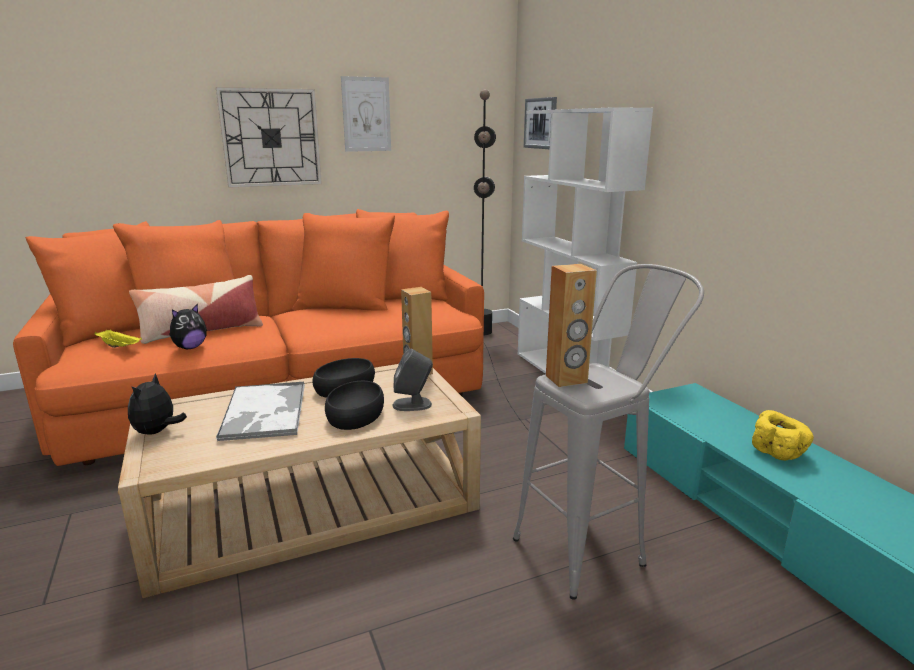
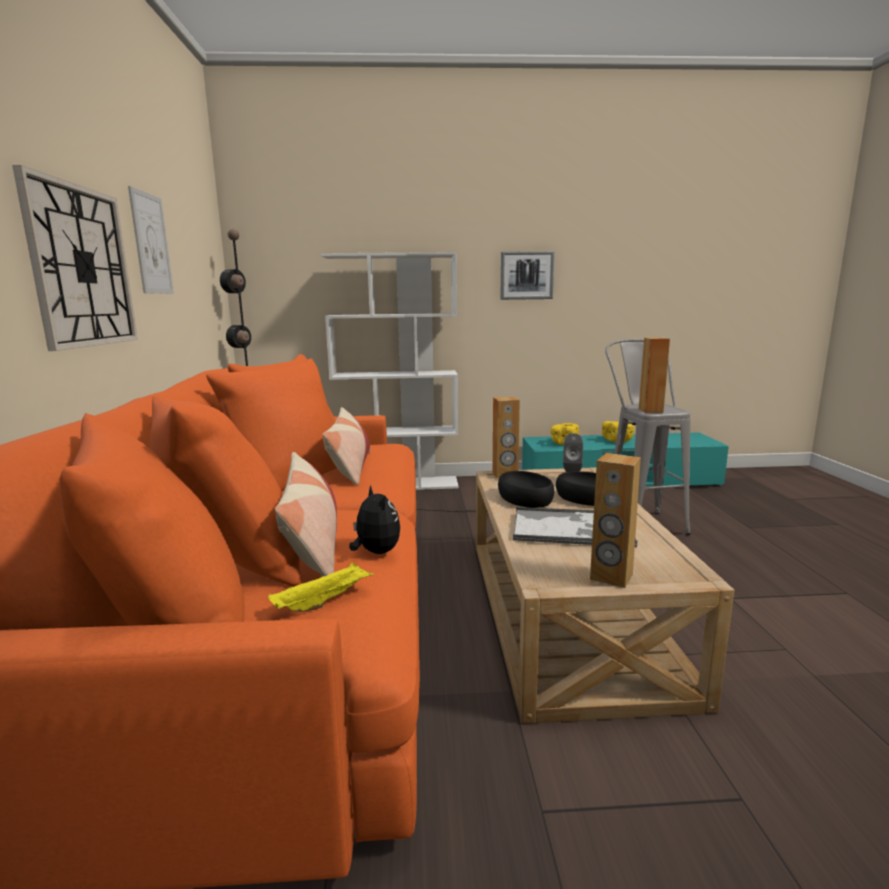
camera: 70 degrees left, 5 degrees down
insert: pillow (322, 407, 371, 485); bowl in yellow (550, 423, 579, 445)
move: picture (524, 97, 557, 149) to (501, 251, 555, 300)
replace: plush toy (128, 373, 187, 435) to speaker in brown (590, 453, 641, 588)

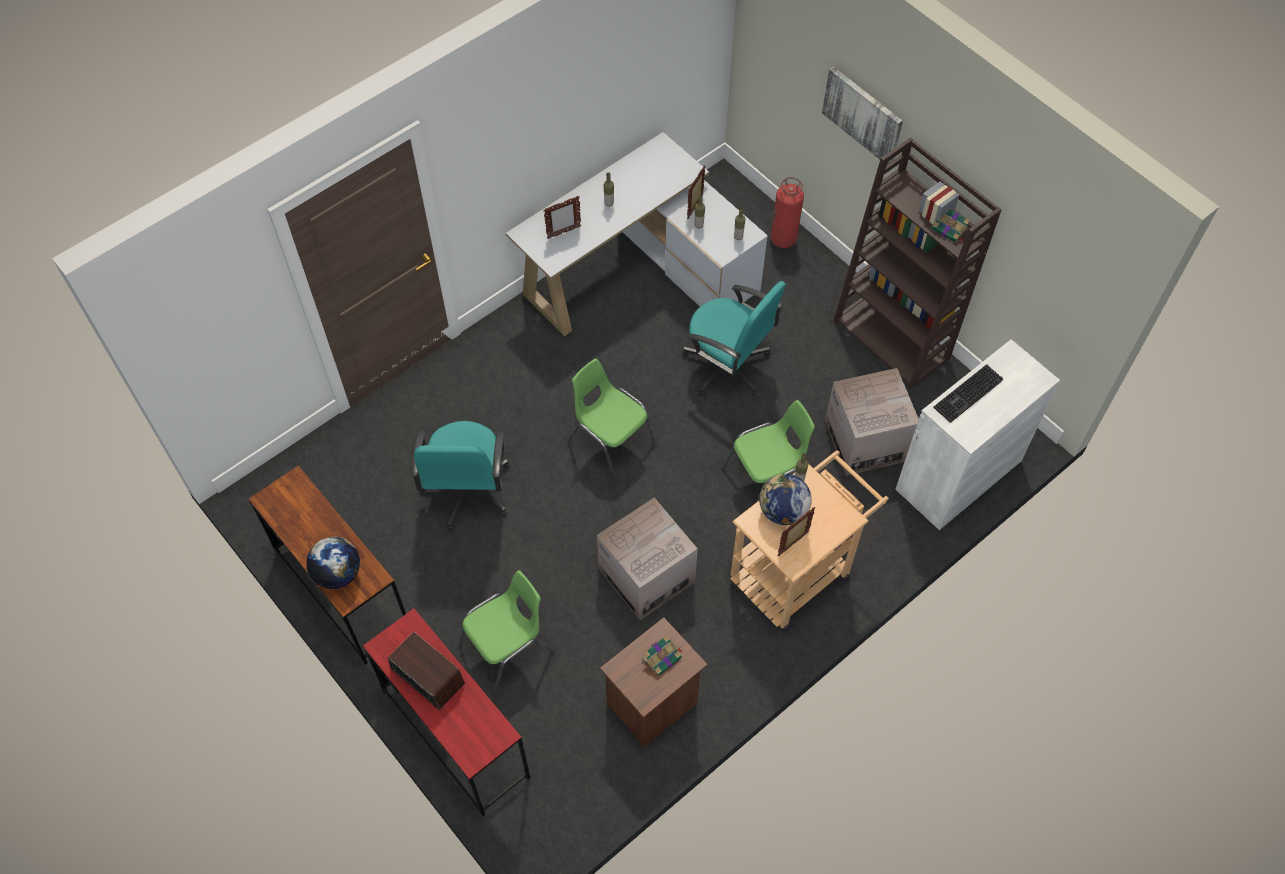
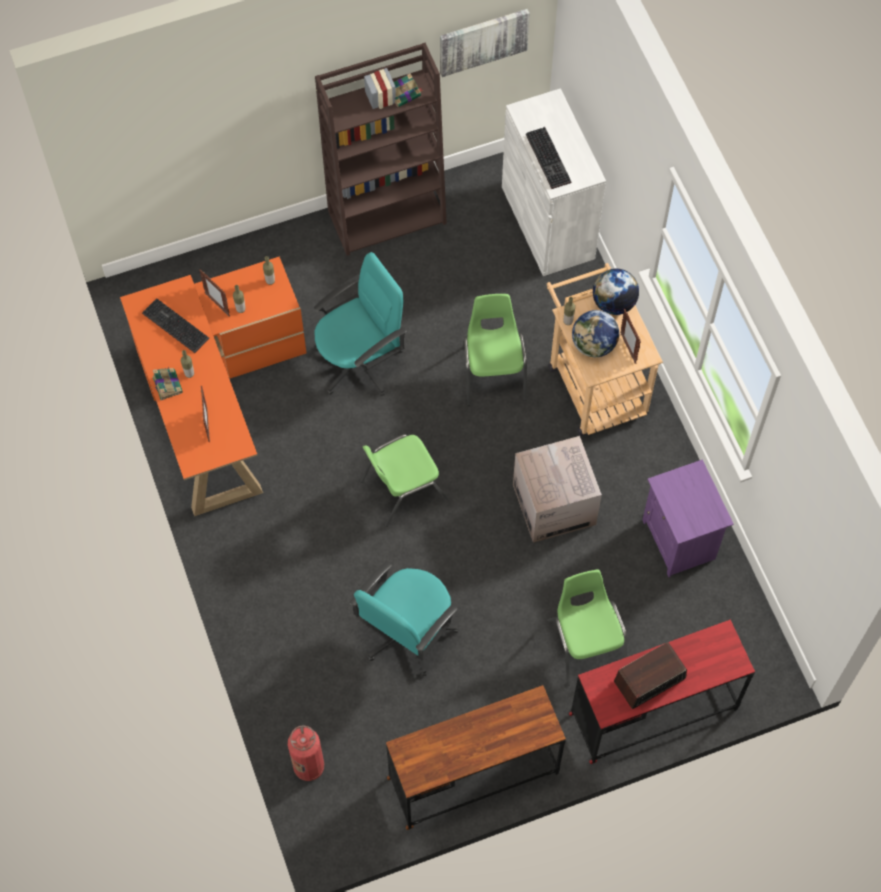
camera: 70 degrees left, 5 degrees up
delete: cardboard box (825, 368, 919, 475)
insert: keyboard (142, 298, 209, 353)
move: globe (306, 536, 360, 589) to (593, 269, 639, 315); book (641, 635, 683, 676) to (153, 367, 183, 400); fire extinguisher (771, 177, 804, 248) to (288, 725, 324, 781); picture (822, 67, 903, 164) to (440, 9, 530, 77)
recolor: desk in white (506, 132, 768, 336) to desk in orange (120, 256, 307, 516); nightstand in brown (600, 617, 708, 746) to nightstand in purple (642, 459, 734, 577)
rotate: office chair in turquoise (410, 421, 510, 531) = (350, 561, 459, 676) 105 degrees clockwise

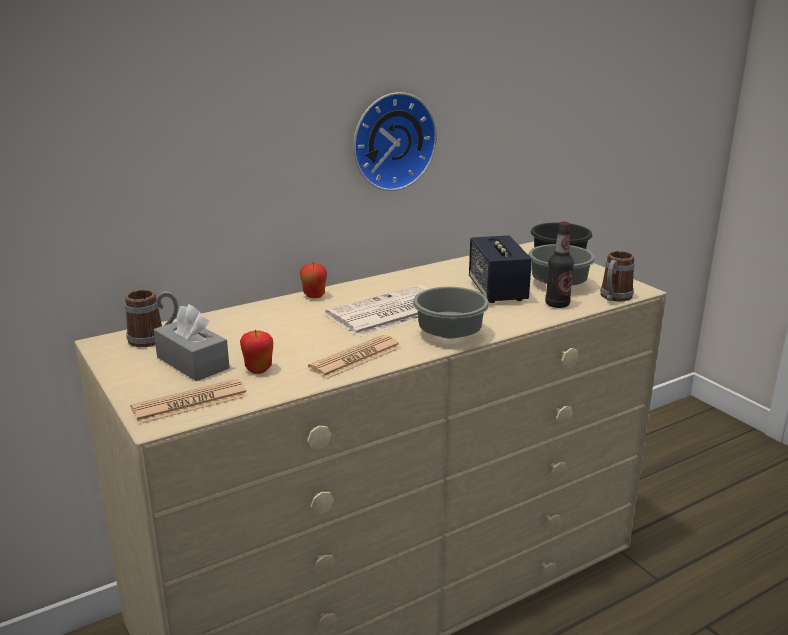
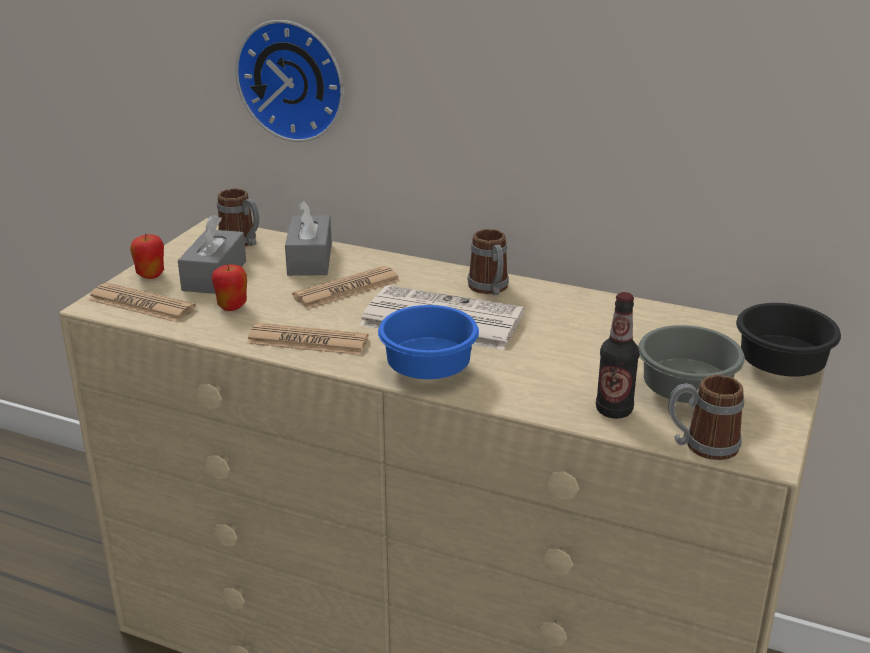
camera: 55 degrees right, 5 degrees up
delete: speaker (469, 235, 532, 303)
insert: tissue box in grey (285, 200, 332, 276); newspaper (292, 266, 400, 309); mug (468, 229, 509, 295)
move: apple (300, 262, 327, 298) to (130, 233, 164, 279); wall clock (353, 92, 437, 191) to (235, 20, 343, 142)
recolor: bowl in grey (413, 287, 489, 339) to bowl in blue (378, 305, 479, 379)

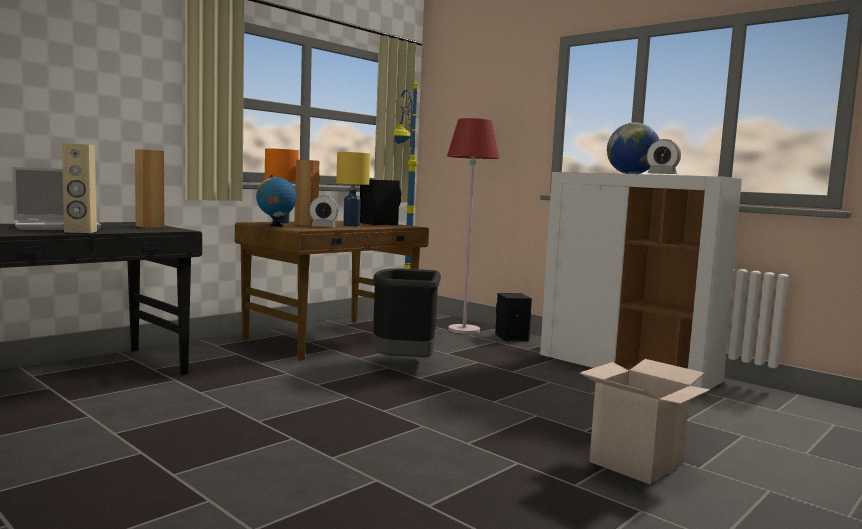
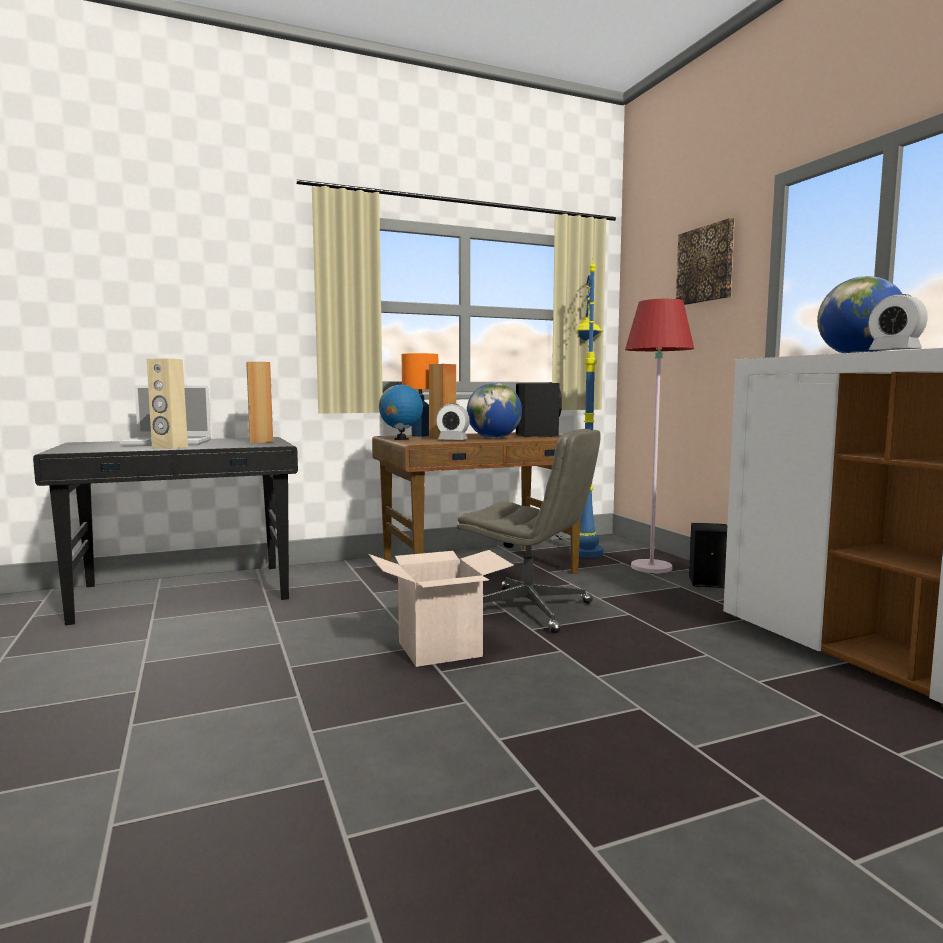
camera: 25 degrees right, 0 degrees up
insert: picture (676, 218, 735, 305)
move: cardboard box (580, 359, 710, 484) to (368, 550, 514, 667)
replace: table lamp in yellow (336, 152, 370, 227) to globe (467, 383, 522, 438); trash can in black (373, 268, 441, 358) to office chair in grey (457, 429, 601, 633)

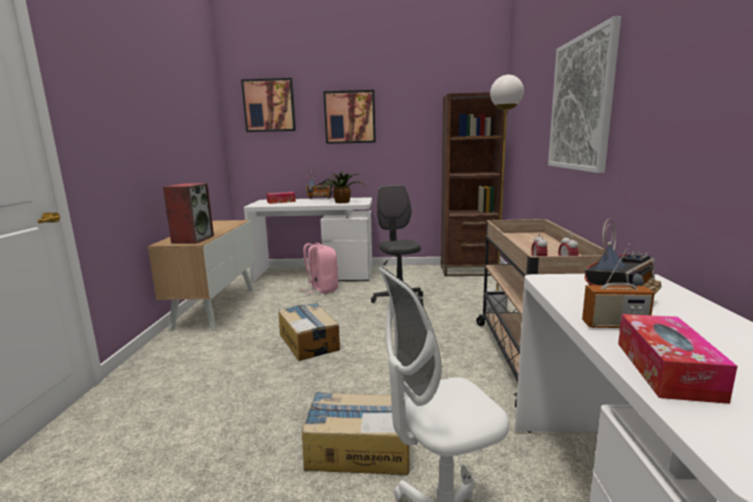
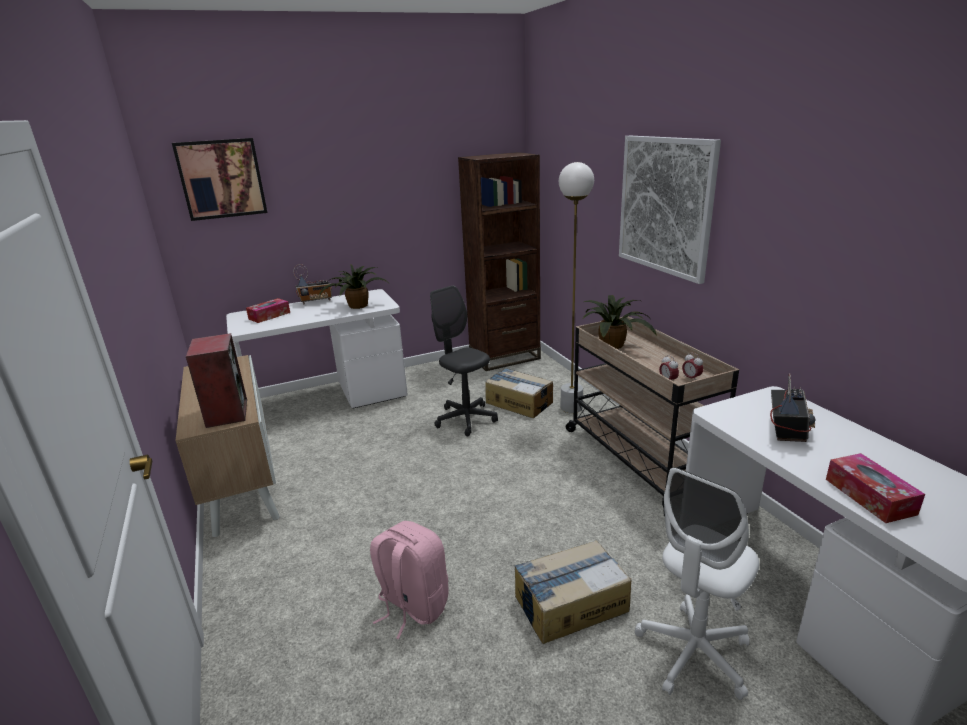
camera: 25 degrees left, 10 degrees up
delete: picture (323, 90, 376, 144); radio (582, 243, 655, 328)
insert: potted plant (583, 295, 657, 349)
move: cardboard box (279, 303, 340, 361) to (485, 368, 553, 418); backpack in pink (301, 243, 338, 294) to (370, 521, 449, 639)

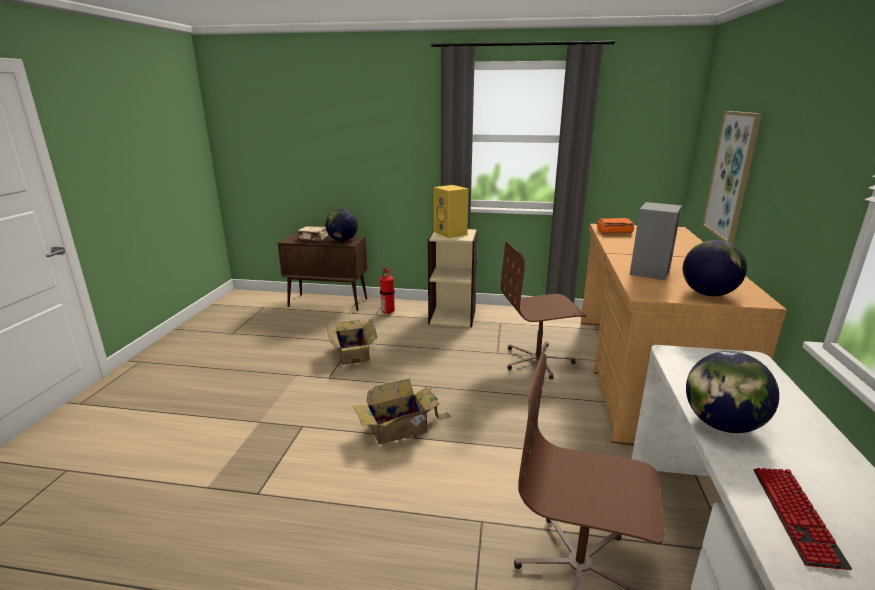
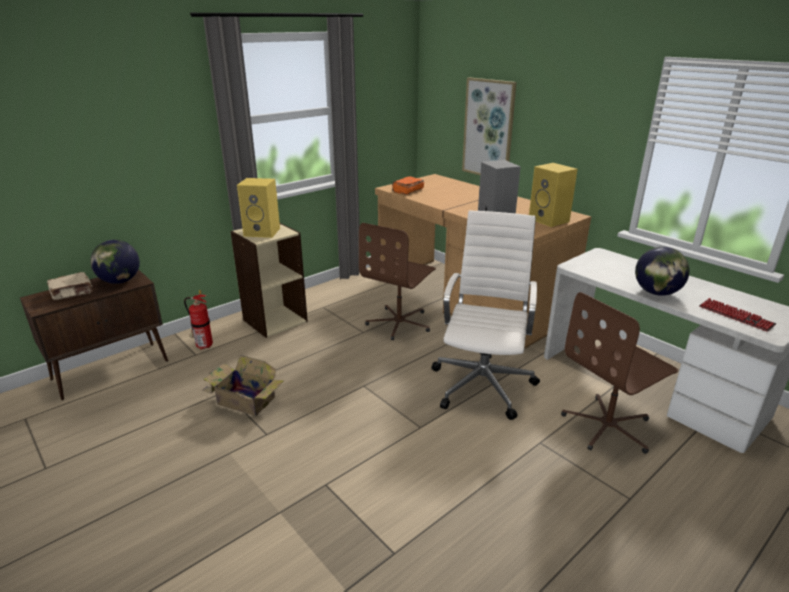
camera: 50 degrees left, 5 degrees up
delete: cardboard box (354, 379, 451, 445)
insert: office chair in white (431, 210, 540, 420)
replace: globe (683, 240, 747, 296) to speaker in yellow (529, 163, 578, 227)

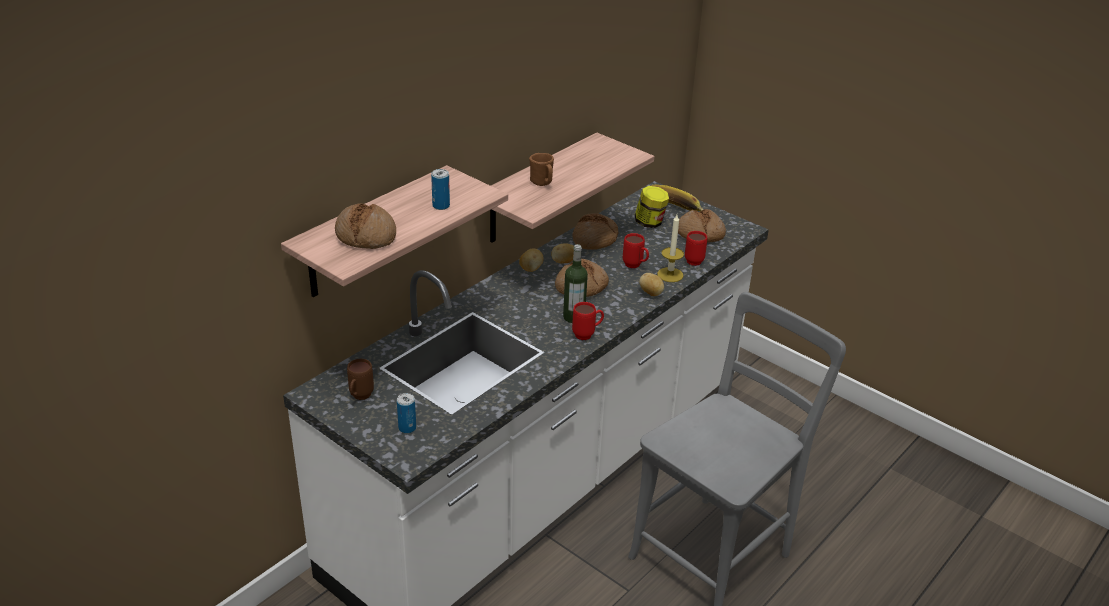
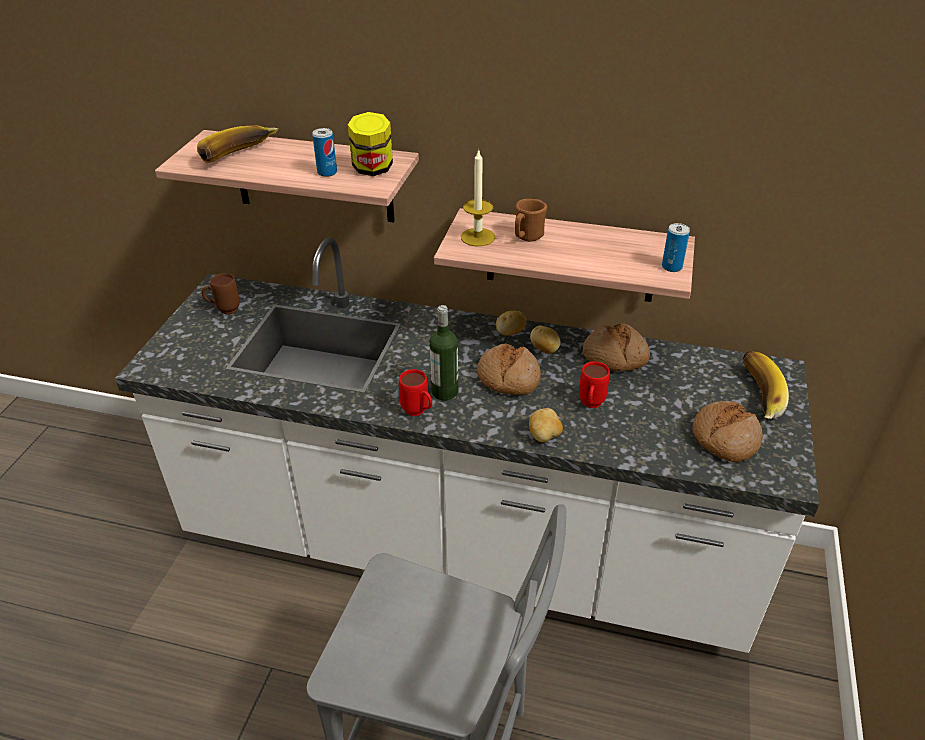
camera: 65 degrees right, 5 degrees up
delete: mug in red (685, 231, 707, 266)
move: can (397, 393, 416, 433) to (662, 223, 690, 272); jar (635, 186, 669, 228) to (348, 112, 393, 176); candle (657, 215, 684, 282) to (461, 149, 495, 246)
replace: bread (335, 203, 396, 249) to banana (197, 125, 278, 163)

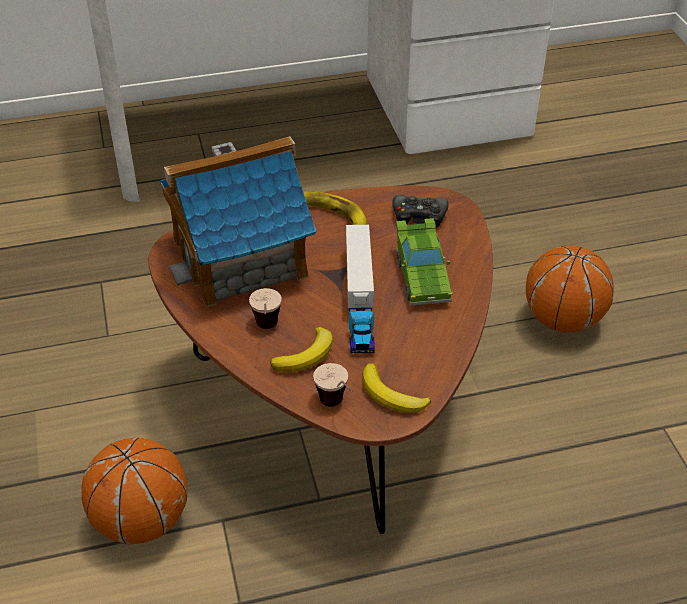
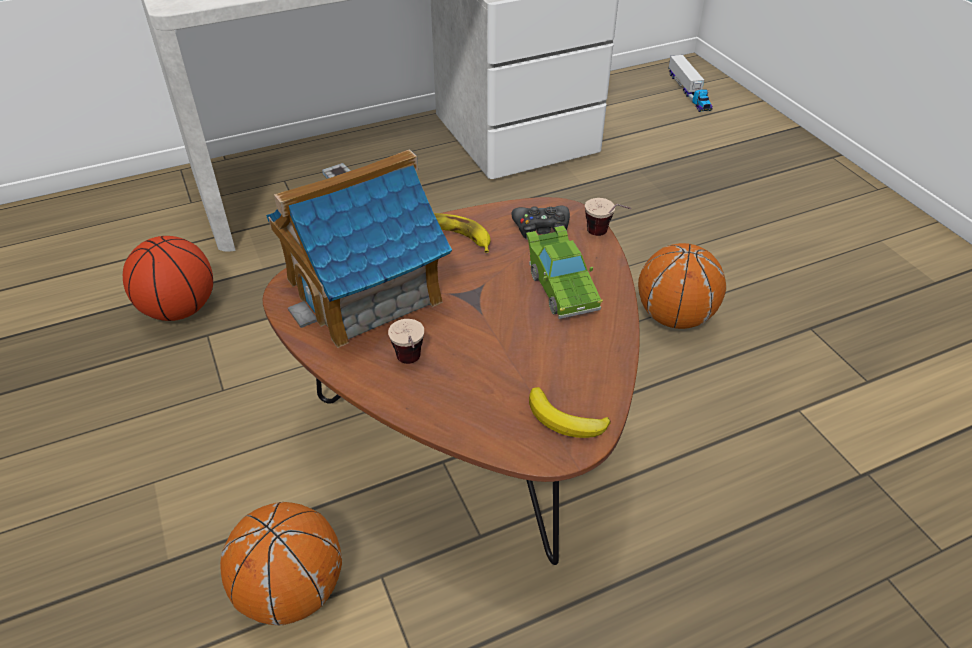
camera: 10 degrees left, 0 degrees up
delete: banana (270, 327, 333, 372)
insert: basketball (123, 236, 213, 321)
move: cup (313, 363, 353, 407) to (585, 198, 631, 236); toy truck (346, 224, 375, 353) to (669, 55, 712, 112)

